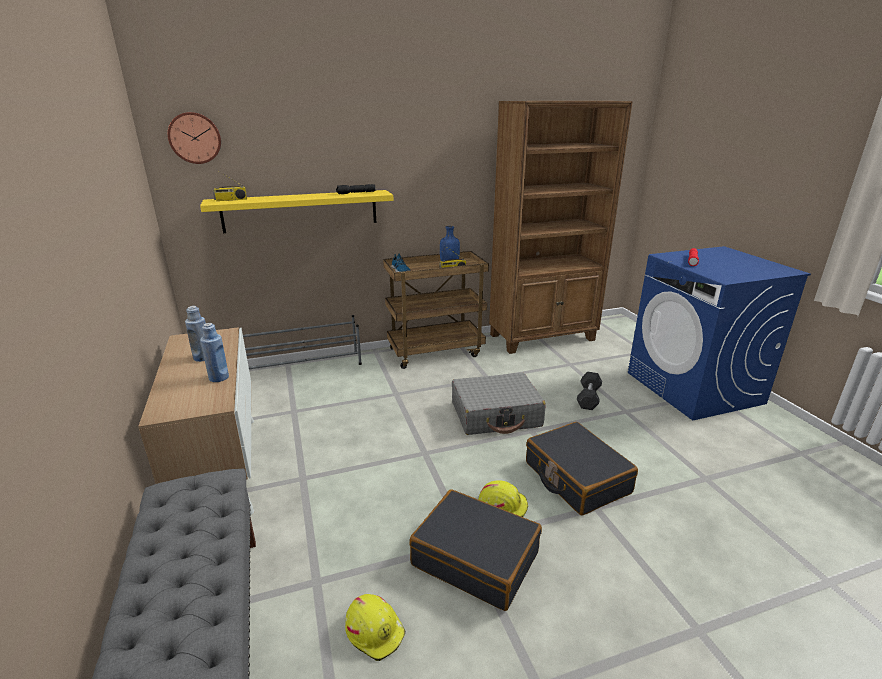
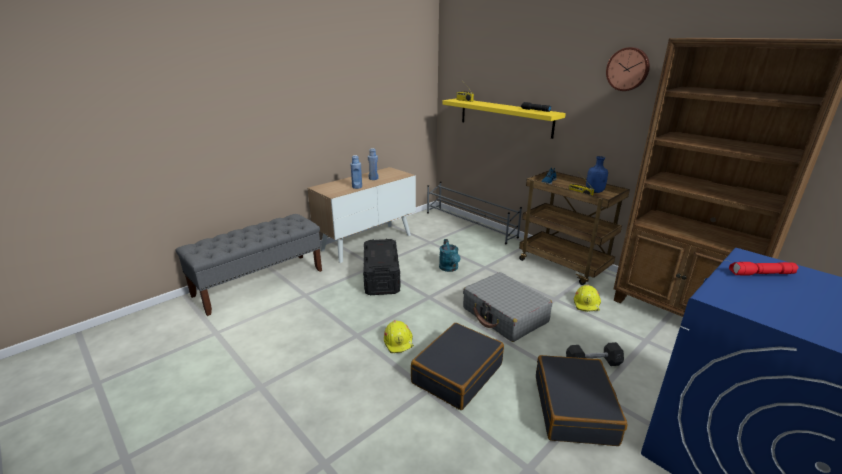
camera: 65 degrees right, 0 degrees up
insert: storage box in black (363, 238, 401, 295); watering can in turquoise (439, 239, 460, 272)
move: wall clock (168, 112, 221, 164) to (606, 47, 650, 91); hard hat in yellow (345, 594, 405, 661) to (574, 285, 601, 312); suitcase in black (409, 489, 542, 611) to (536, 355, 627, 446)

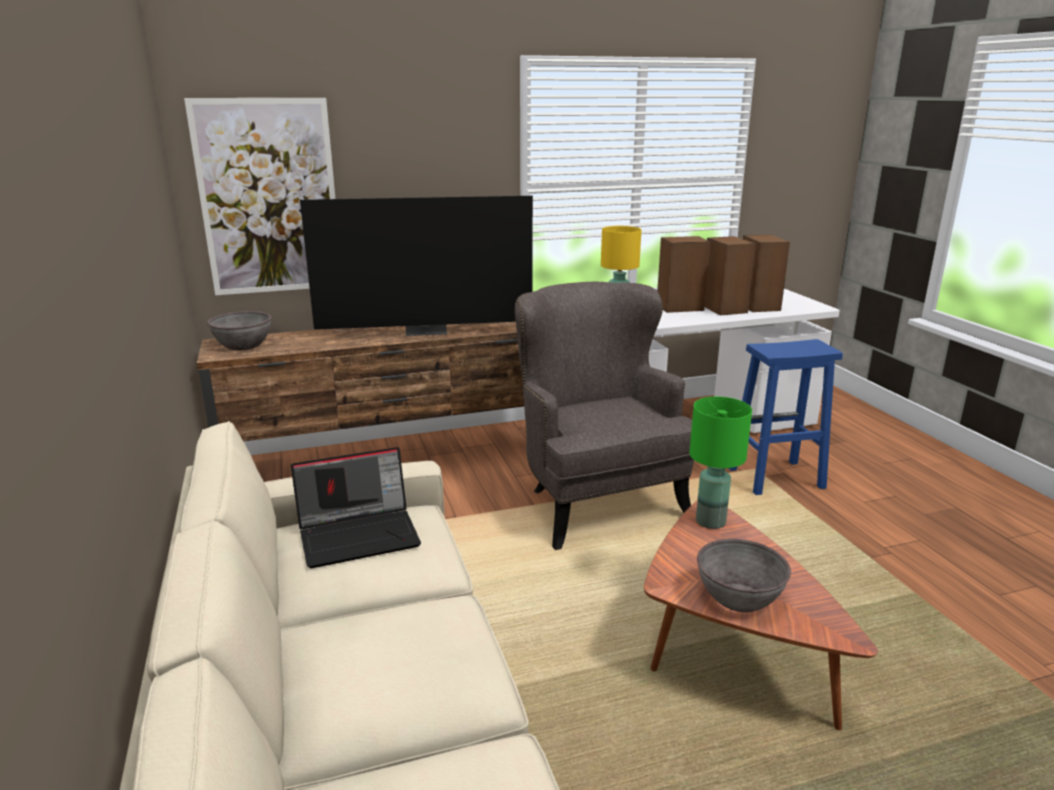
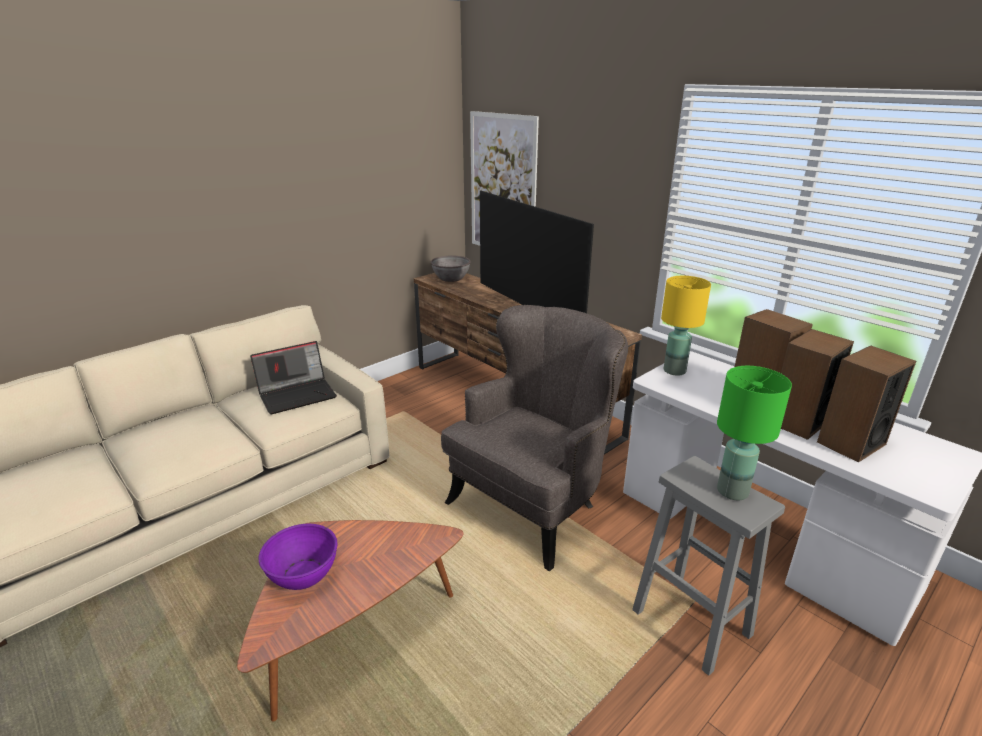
camera: 65 degrees right, 5 degrees up
move: table lamp in green (689, 397, 752, 529) to (717, 366, 792, 500)
recolor: bowl in grey (697, 539, 791, 612) to bowl in purple (258, 524, 337, 590); stool in blue (729, 339, 843, 495) to stool in grey (632, 456, 785, 676)
rotate: laptop (291, 447, 421, 568) = (250, 341, 337, 414) 75 degrees counterclockwise

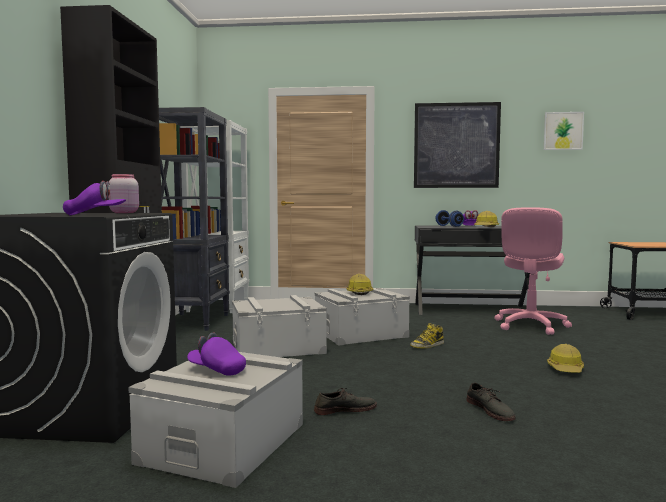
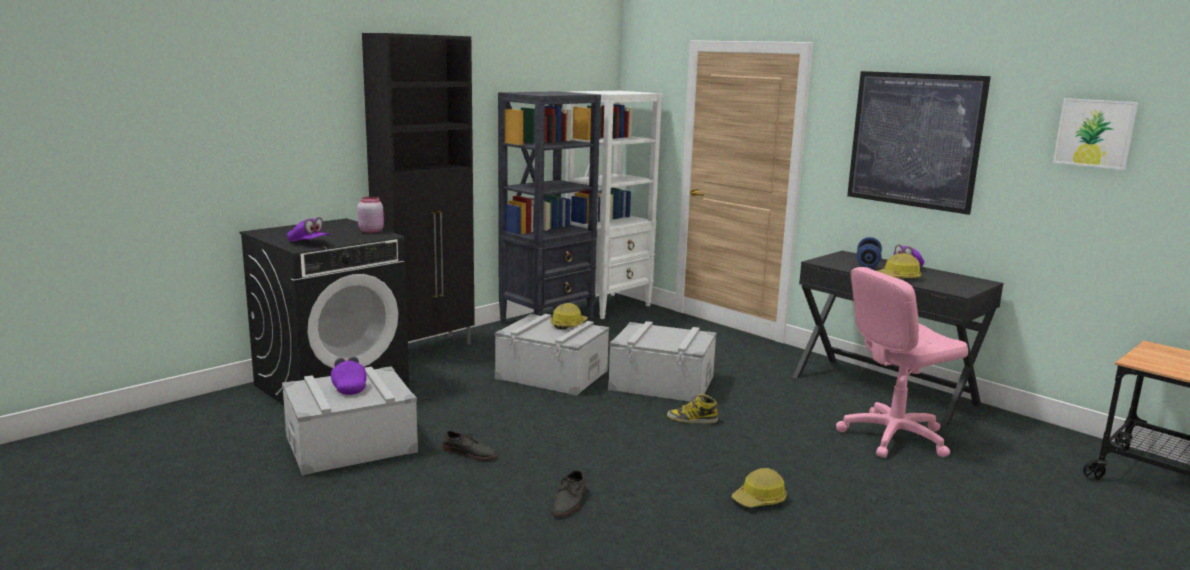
camera: 40 degrees right, 10 degrees up
move: hard hat (347, 274, 374, 295) to (551, 303, 588, 330)

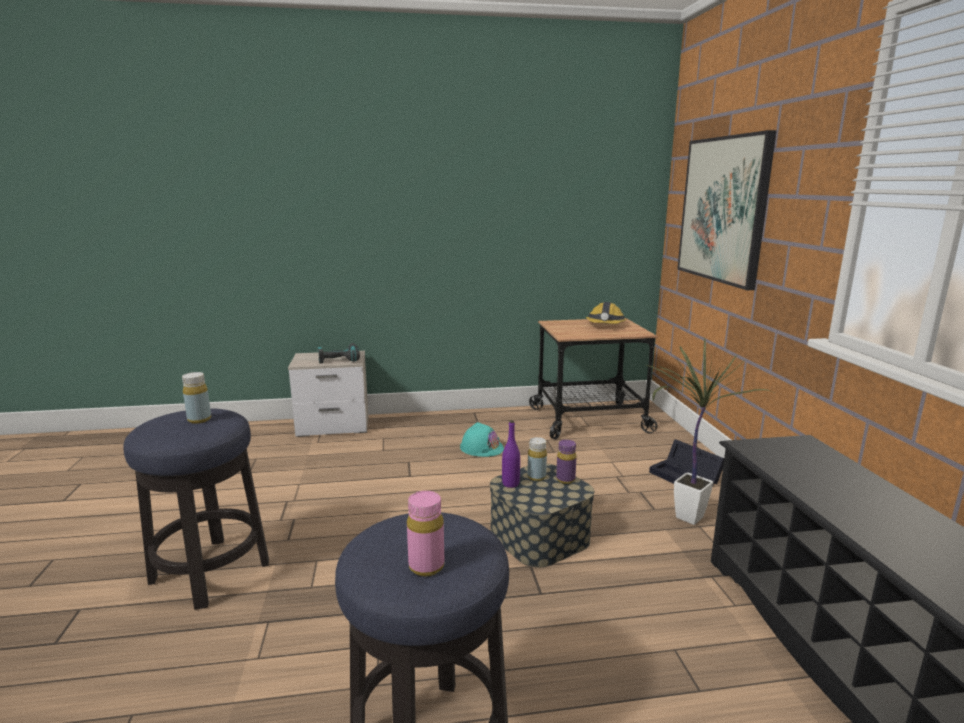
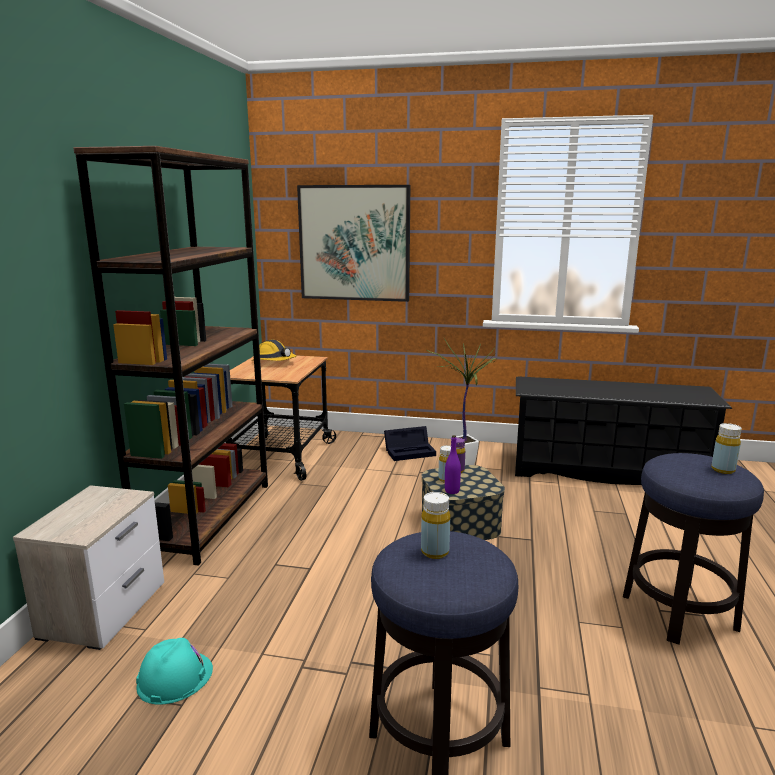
camera: 70 degrees left, 0 degrees up
delete: power drill (318, 343, 360, 363)
insert: bookcase in brown (73, 146, 268, 566)
move: hard hat in turquoise (460, 422, 504, 457) to (136, 638, 213, 705)
recolor: bottle in pink (407, 491, 444, 576) to bottle in yellow (711, 423, 742, 474)

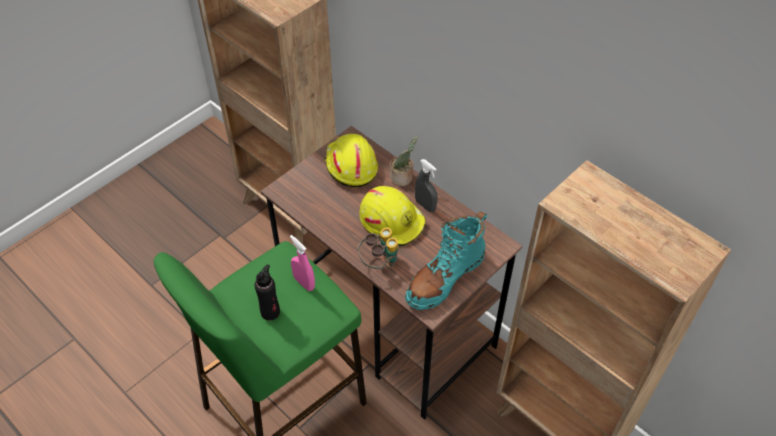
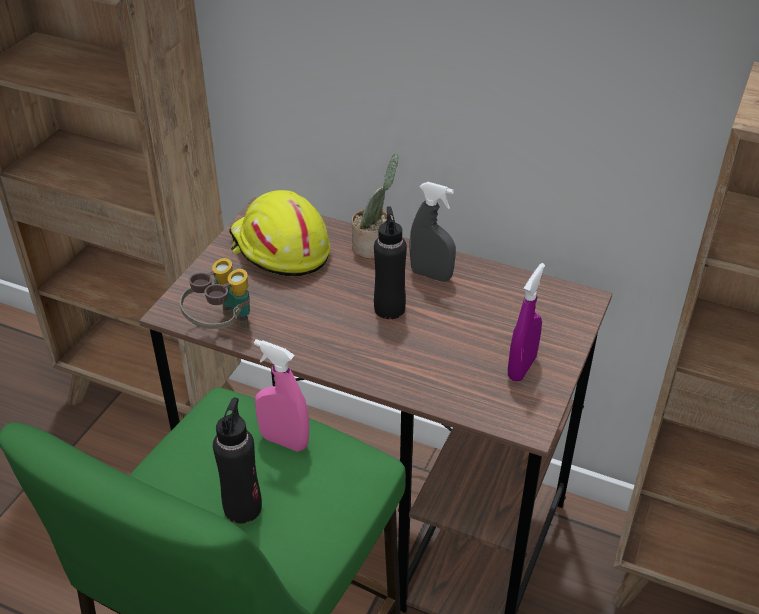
camera: 20 degrees left, 10 degrees down
move: binoculars (358, 227, 399, 269) to (180, 258, 250, 329)
replace: hard hat in yellow (359, 186, 426, 247) to bottle in black (374, 206, 407, 319); boot in turquoise (405, 212, 487, 310) to spray bottle in purple (508, 263, 545, 382)

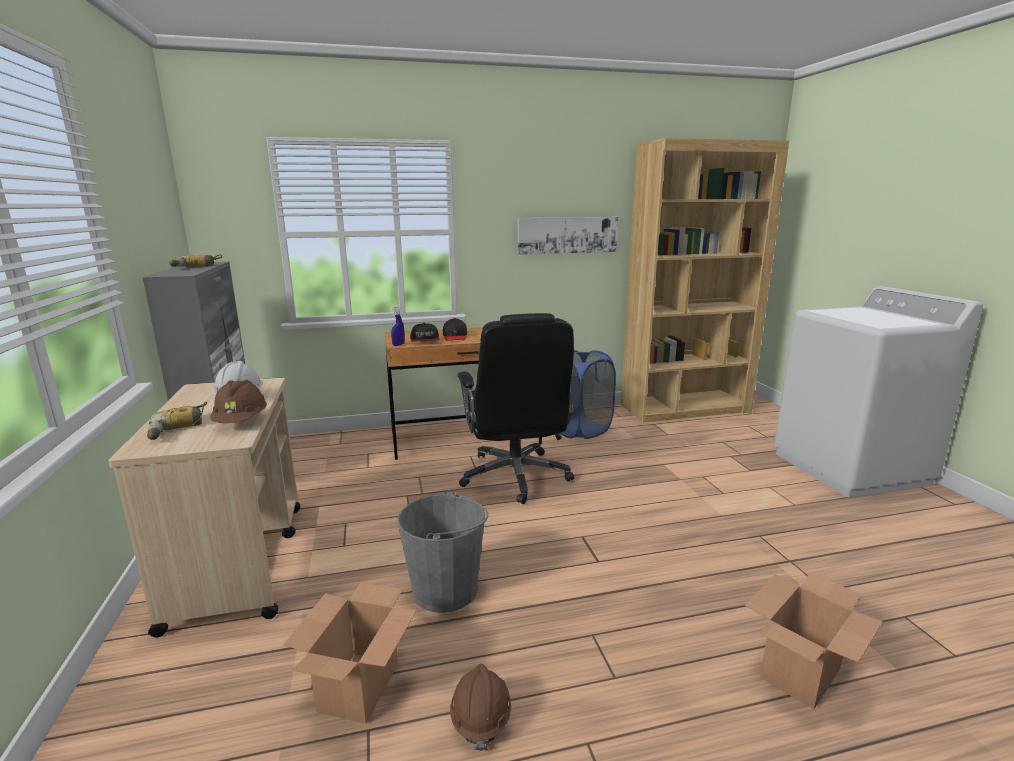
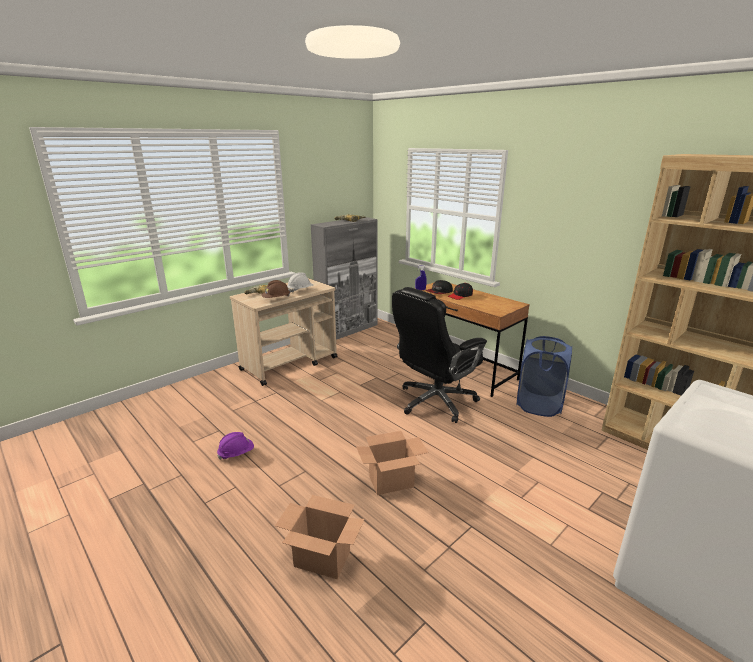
camera: 60 degrees right, 5 degrees up
delete: bucket in grey (398, 490, 488, 613); picture (518, 217, 618, 255)
move: cardboard box (283, 582, 417, 724) to (356, 431, 428, 495)
recolor: hard hat in brown (450, 664, 511, 751) to hard hat in purple (217, 432, 254, 460)

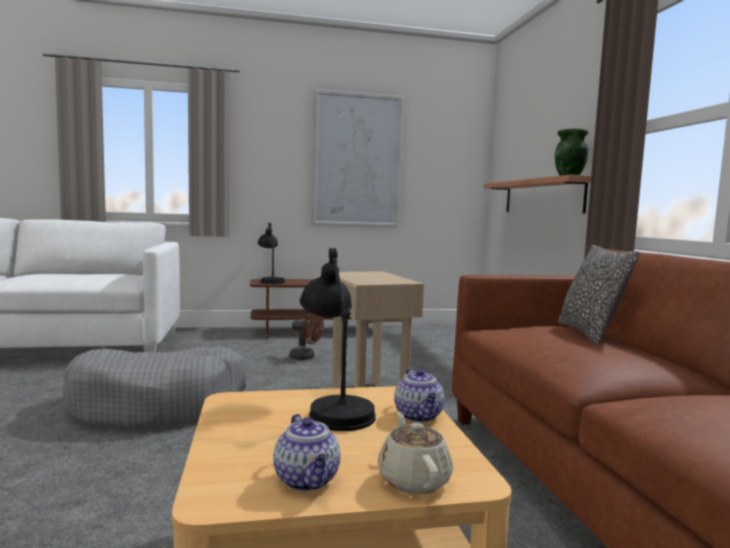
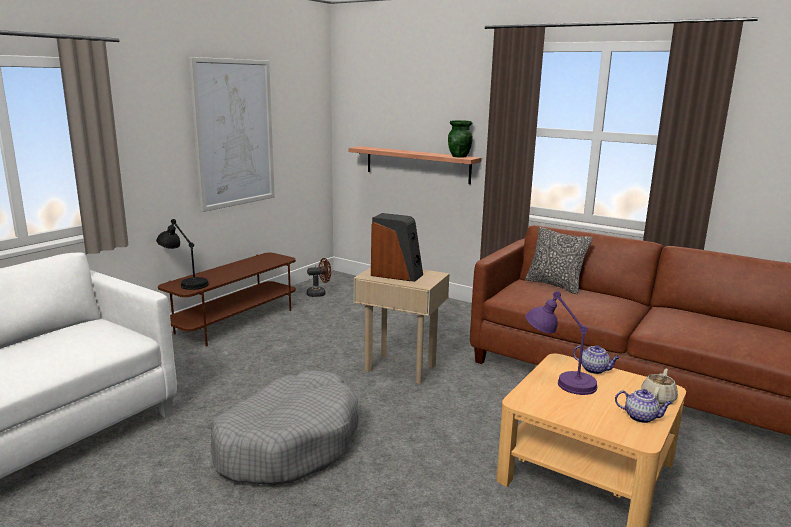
camera: 45 degrees left, 10 degrees up
insert: speaker (371, 213, 423, 282)
move: fan in brown (289, 313, 324, 360) to (307, 258, 331, 297)
recolor: table lamp in black (300, 248, 376, 431) to table lamp in purple (526, 291, 597, 395)
rotate: teapot in beige (378, 412, 453, 494) = (641, 369, 678, 404) 90 degrees clockwise

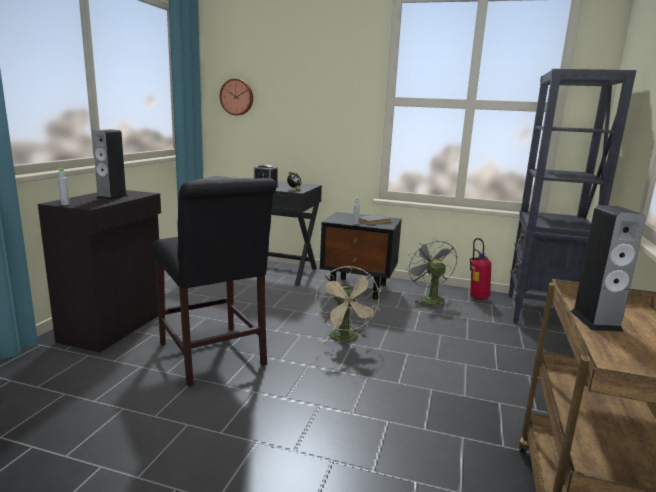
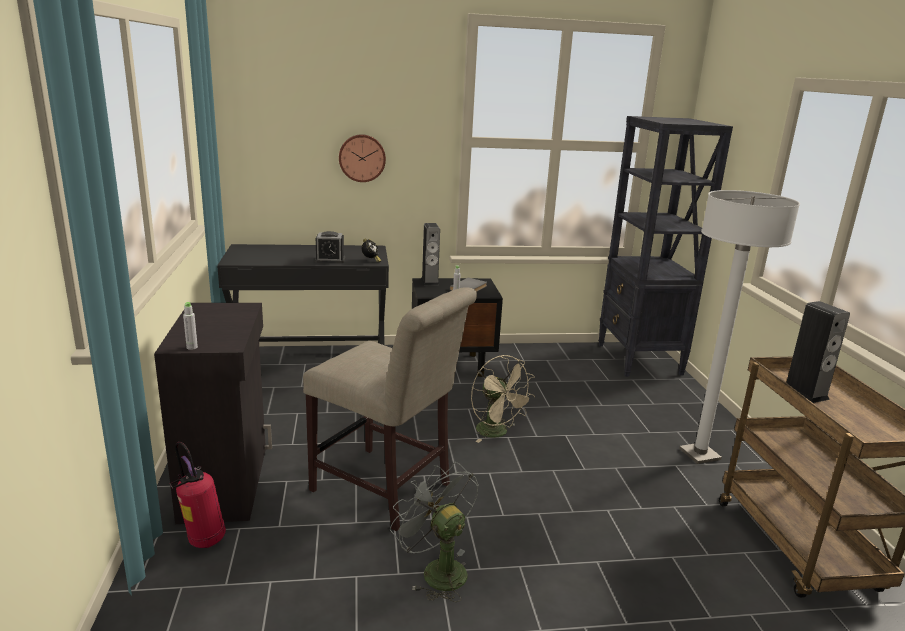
camera: 25 degrees left, 5 degrees up
insert: floor lamp in white (679, 190, 800, 464)
move: speaker (92, 130, 128, 200) to (421, 223, 440, 285); wall clock (220, 79, 253, 115) to (339, 134, 386, 182); fan in grey (406, 238, 457, 309) to (390, 462, 479, 602); fire extinguisher (470, 238, 491, 300) to (170, 442, 226, 548)
recolor: chair in black (153, 178, 276, 386) to chair in beige (303, 287, 477, 531)

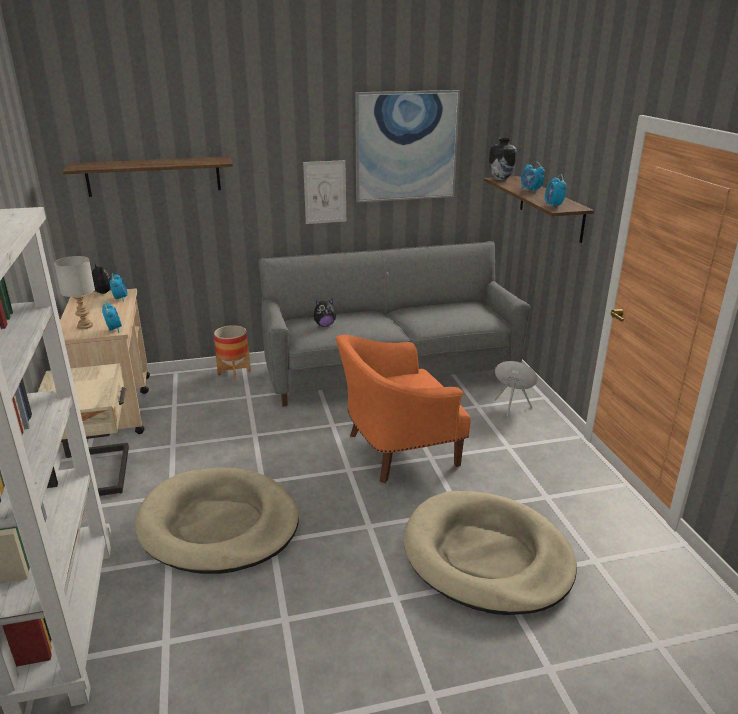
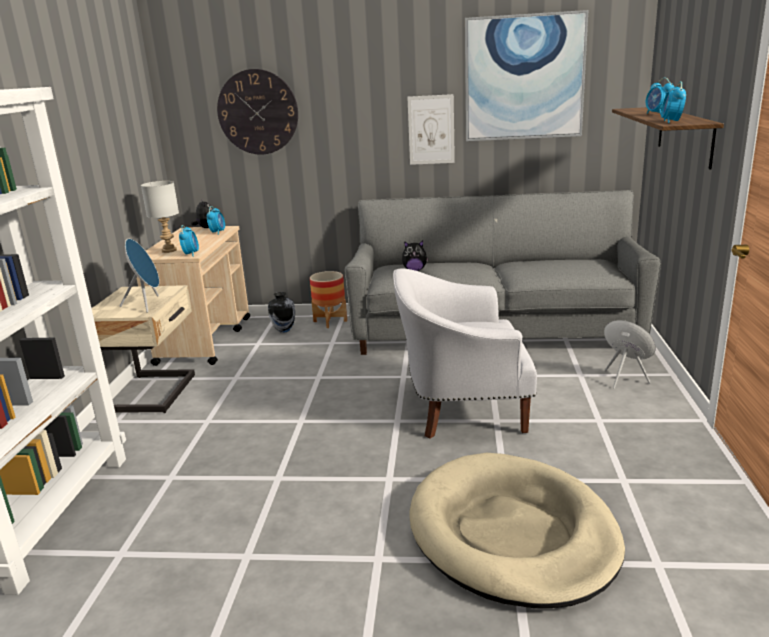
camera: 20 degrees right, 5 degrees down
delete: dog bed in beige (135, 467, 299, 574)
insert: speaker in blue (120, 239, 159, 313)
move: vase (489, 138, 517, 181) to (268, 292, 295, 333)
replace: shelf (62, 157, 233, 197) to wall clock (217, 69, 298, 155)
recolor: armchair in orange (336, 335, 471, 483) to armchair in white (393, 268, 537, 439)

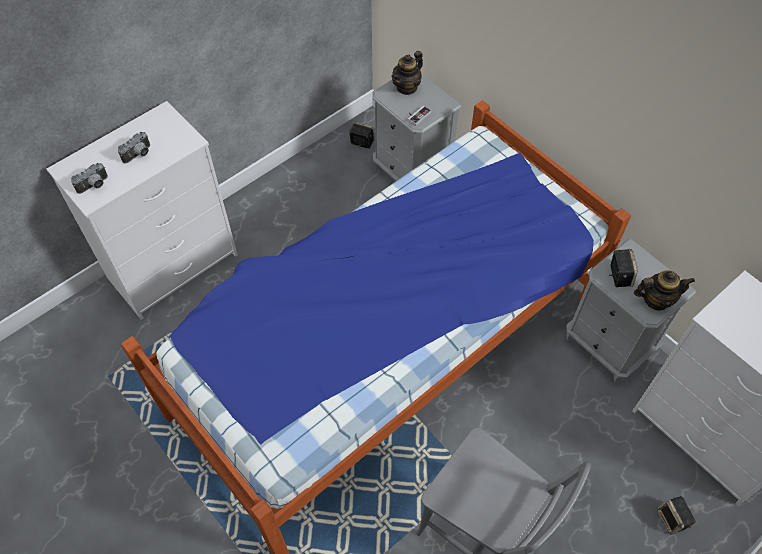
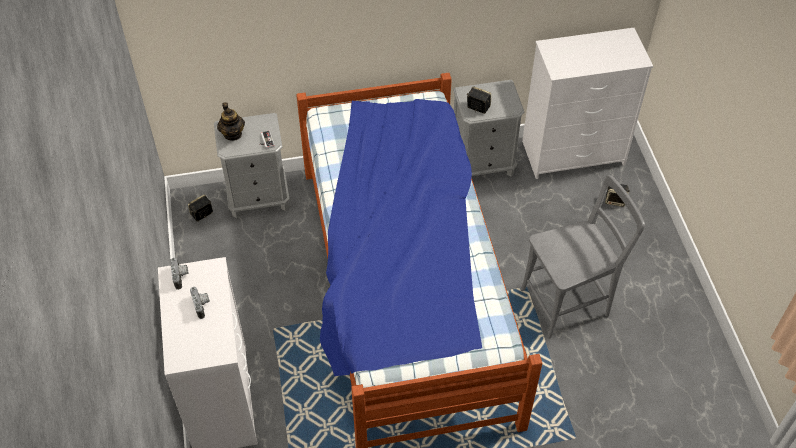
camera: 60 degrees left, 5 degrees down
delete: teapot (634, 270, 695, 310)
move: photo camera (71, 163, 108, 194) to (170, 258, 188, 290)

